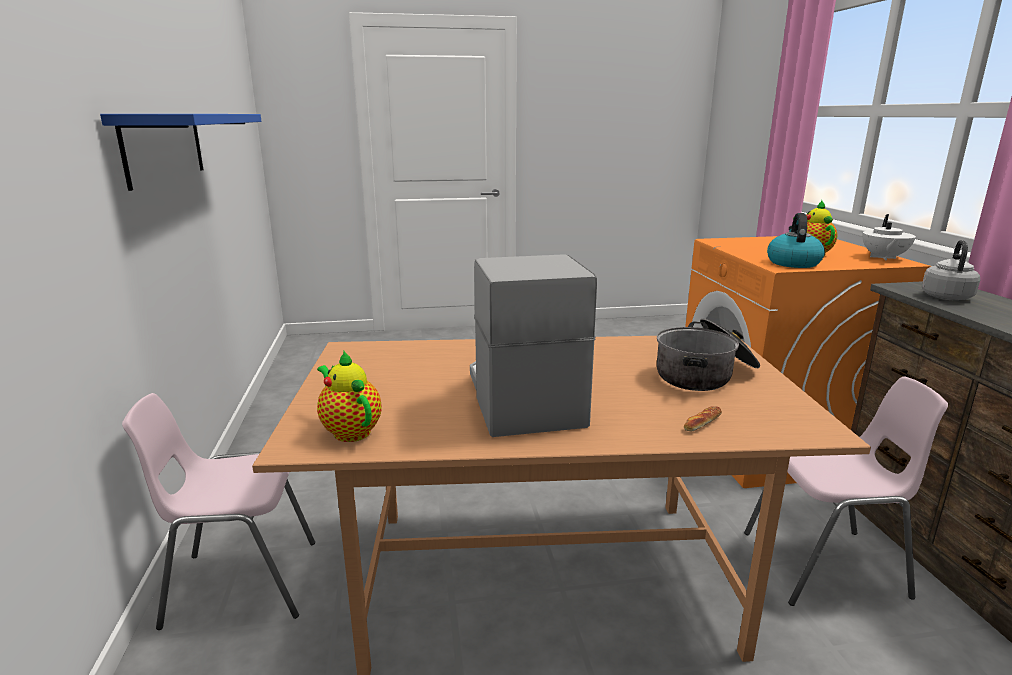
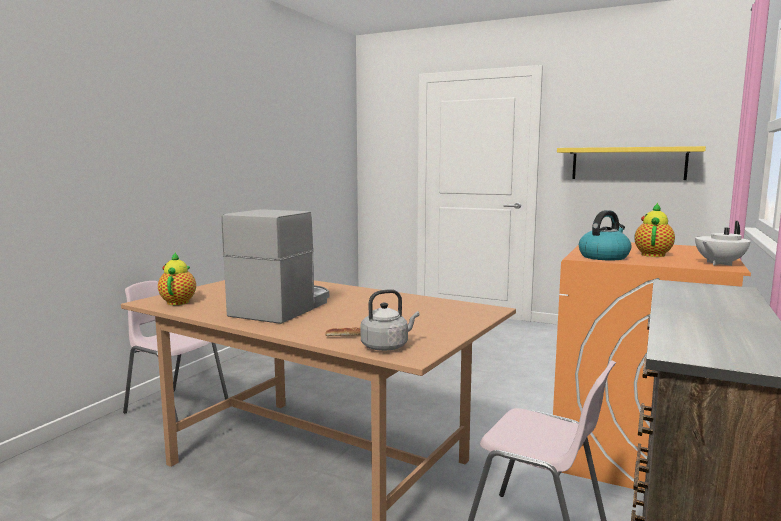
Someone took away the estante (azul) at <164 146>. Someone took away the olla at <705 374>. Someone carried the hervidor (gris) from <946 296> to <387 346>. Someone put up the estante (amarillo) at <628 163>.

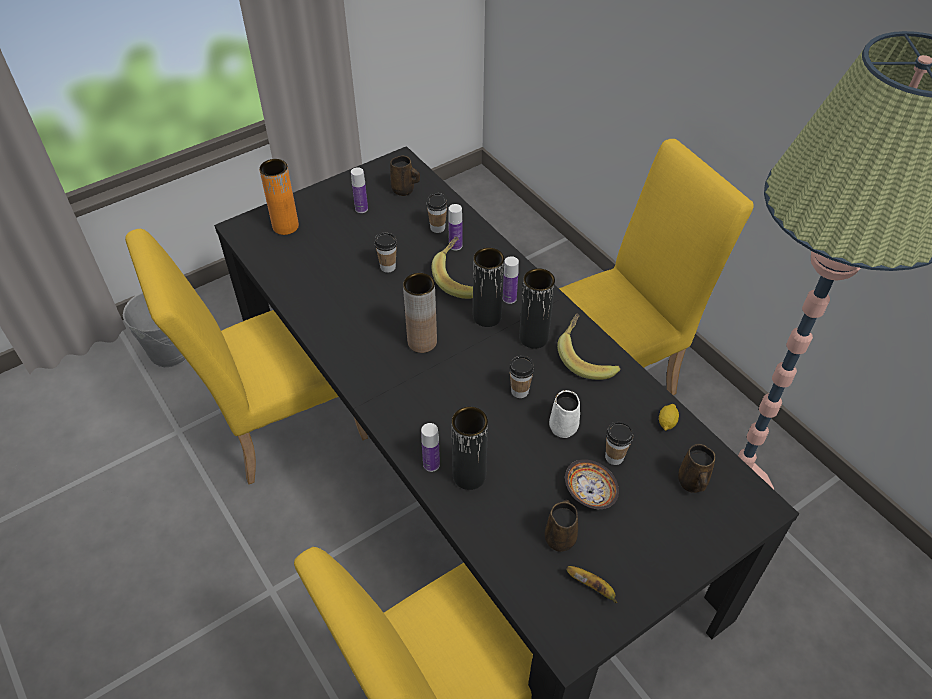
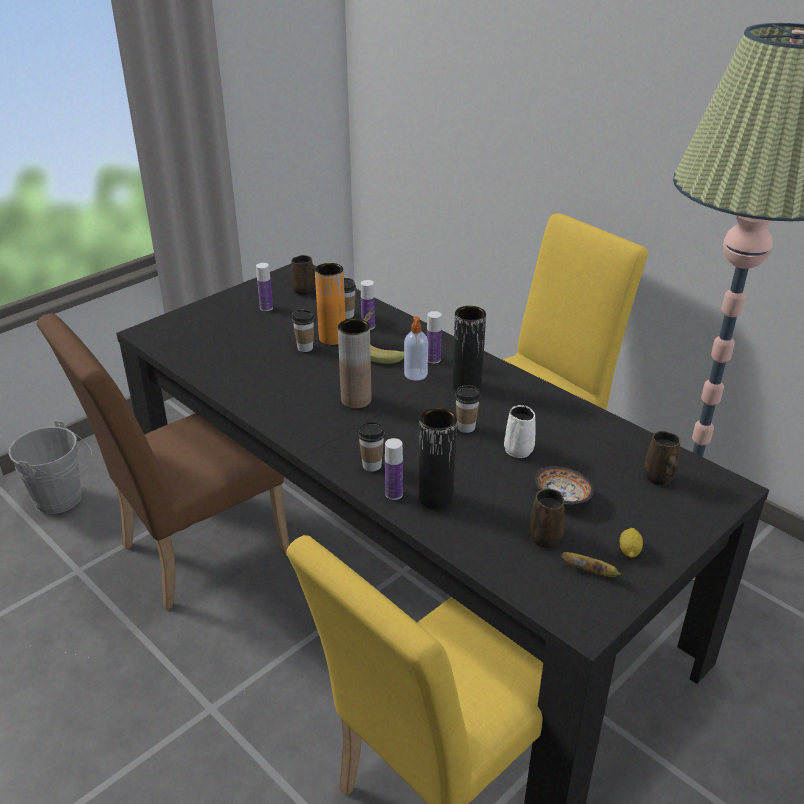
Someone repainted the silla (amarillo) at <280 427>, which became the silla (marrón) at <192 552>. Someone carried the florero (naranja) from <285 226> to <332 338>. Someone swapped the florero (negro) at <487 316> for the dispensador de jabón at <415 375>. Someone took away the plátano at <587 358>. Someone carried the taza from <614 457> to <372 465>. Someone carried the limón from <667 422> to <629 550>.

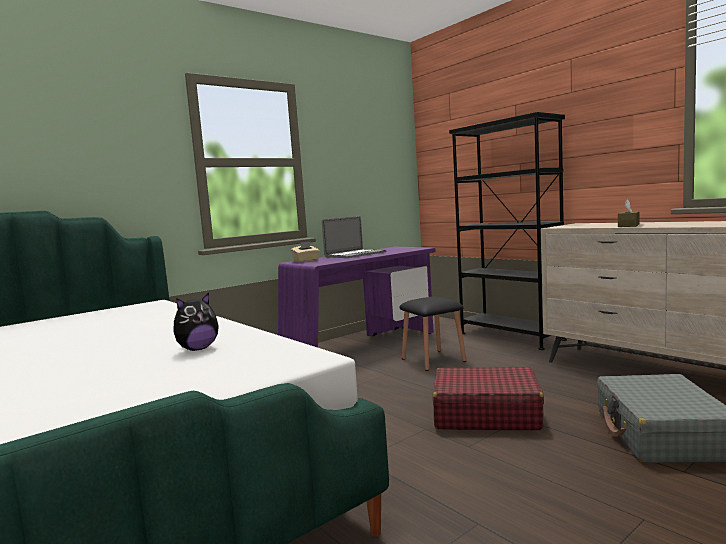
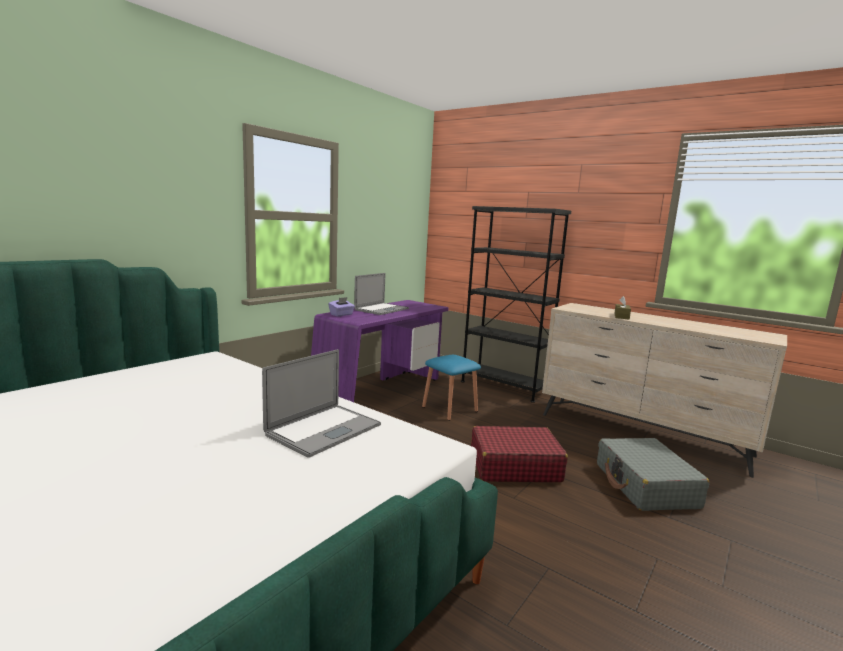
Someone swapped the peluche at <197 349> for the portátil at <324 430>. Someone repainted the caja de pañuelos (beis) at <306 261>, which became the caja de pañuelos (morado) at <341 314>. Someone repainted the taburete (negro) at <433 360>, which became the taburete (azul) at <449 409>.

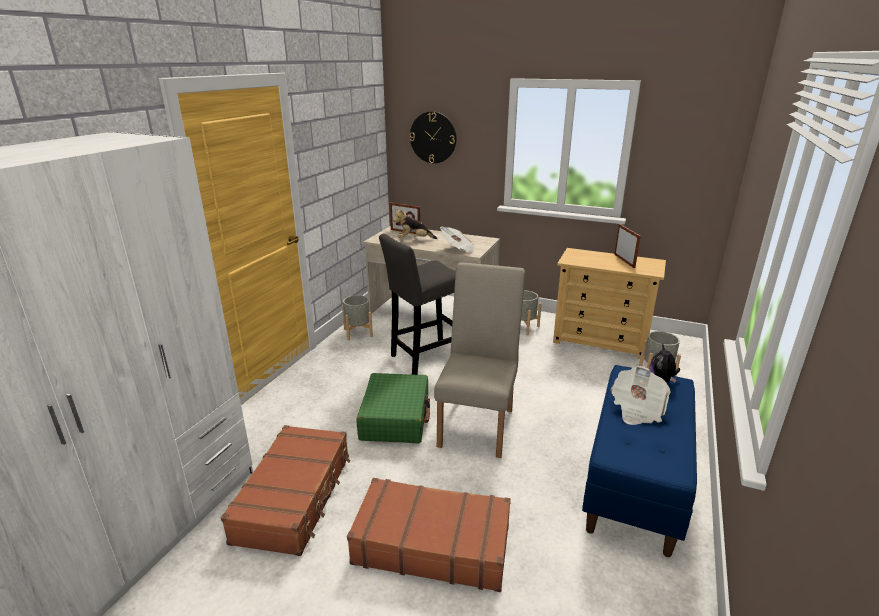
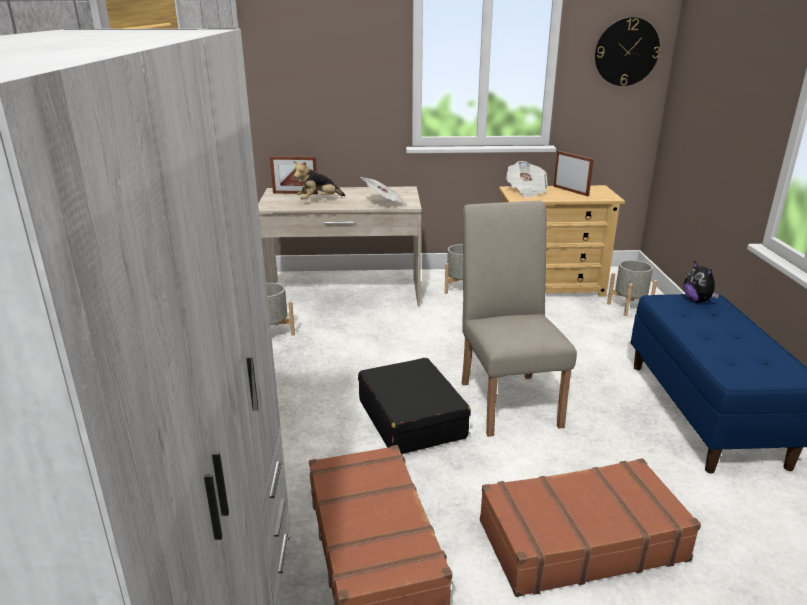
Someone repainted the maleta (verde) at <395 418>, which became the maleta (negro) at <411 418>. Someone took away the taburete (gris) at <423 358>. Someone carried the reloj de pared from <433 137> to <626 52>. Someone carried the periódico from <636 409> to <526 191>.

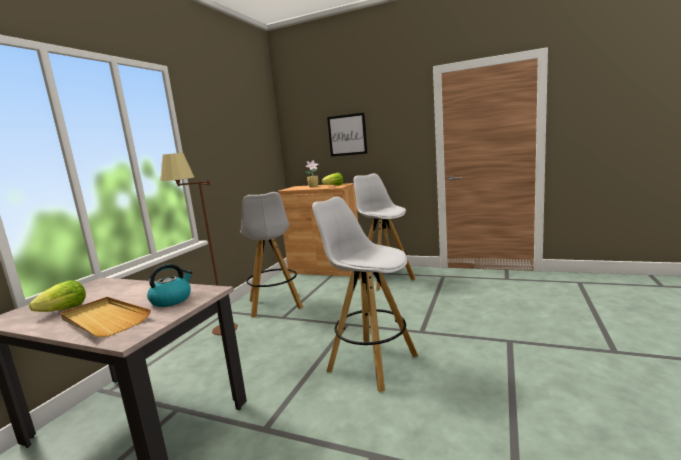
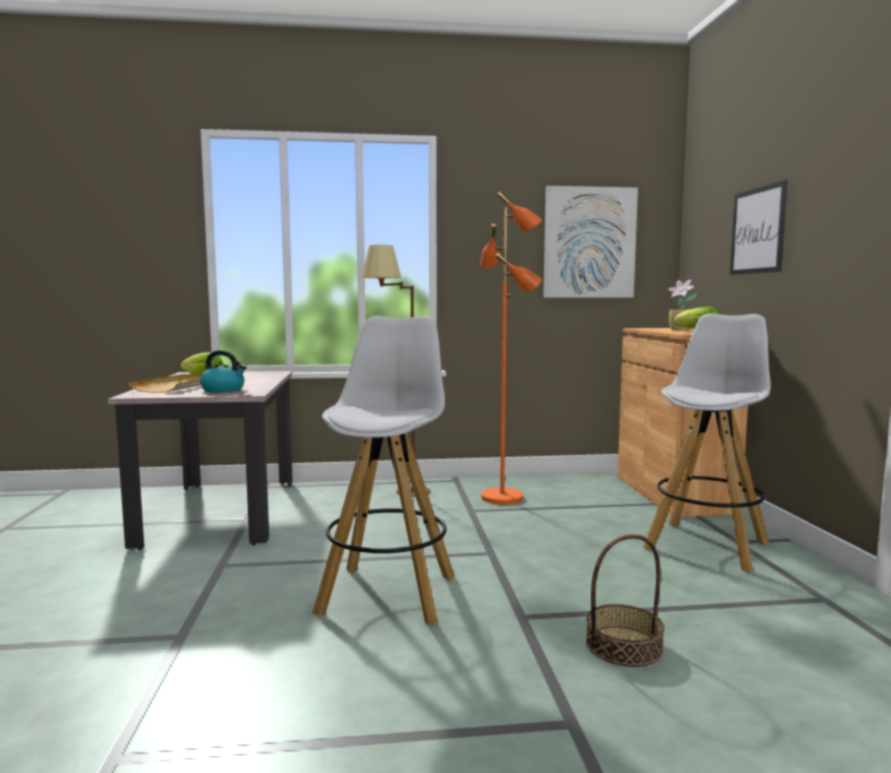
Someone swapped the taburete (blanco) at <275 305> for the lámpara de pie (naranja) at <503 497>. Someone put up the cuadro at <589 242>. Someone put down the cesta at <624 646>.

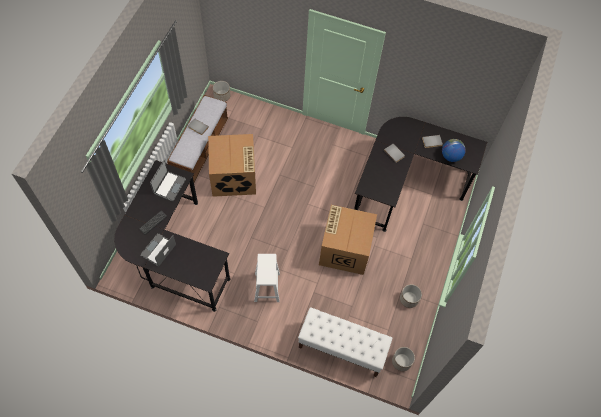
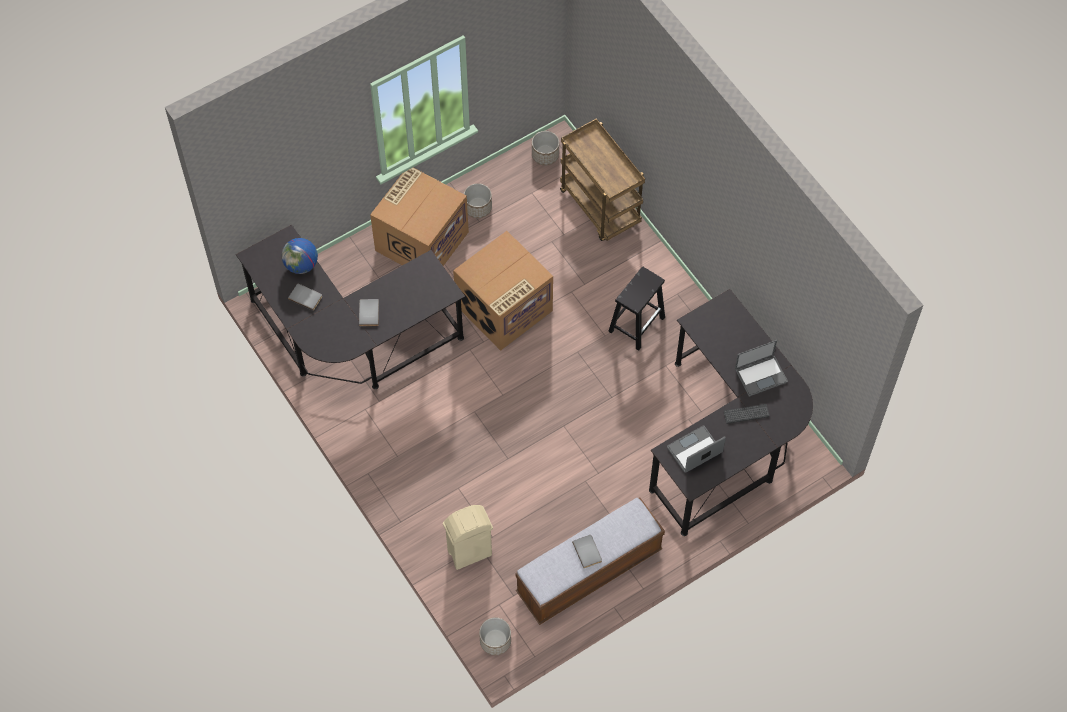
Someone carried the caja de cartón from <234 177> to <421 240>. Someone repainted the taburete (blanco) at <267 287>, which became the taburete (negro) at <637 323>. Someone swapped the banco (blanco) at <341 348> for the carrito (marrón) at <601 207>. Someone put down the papelera (beis) at <469 553>.

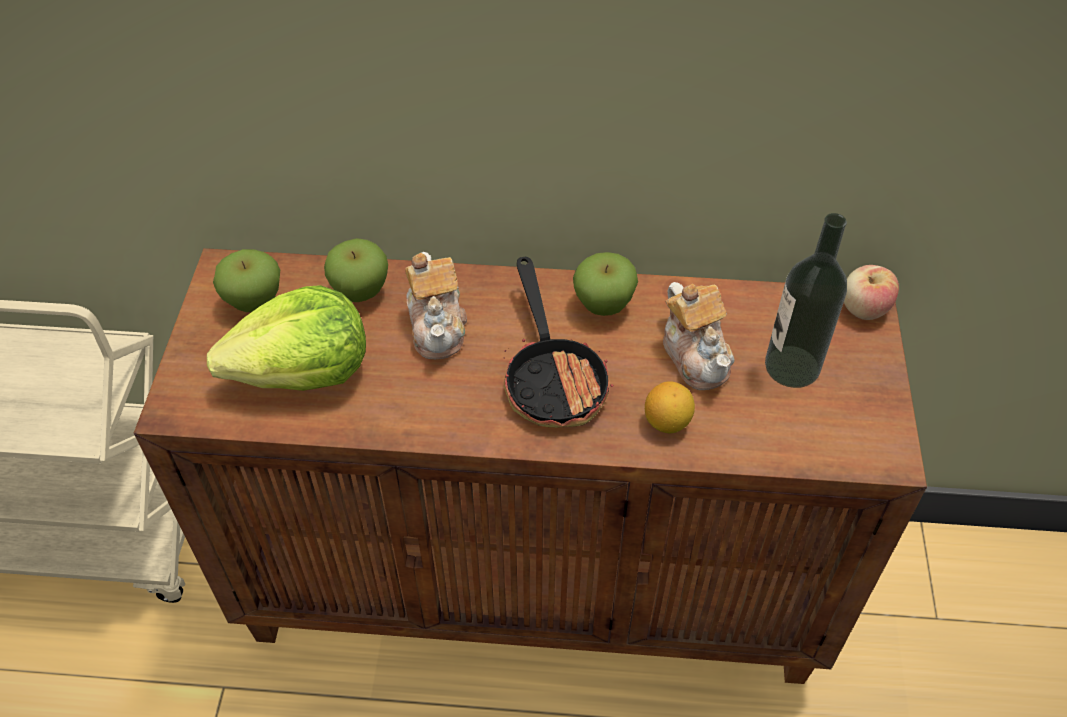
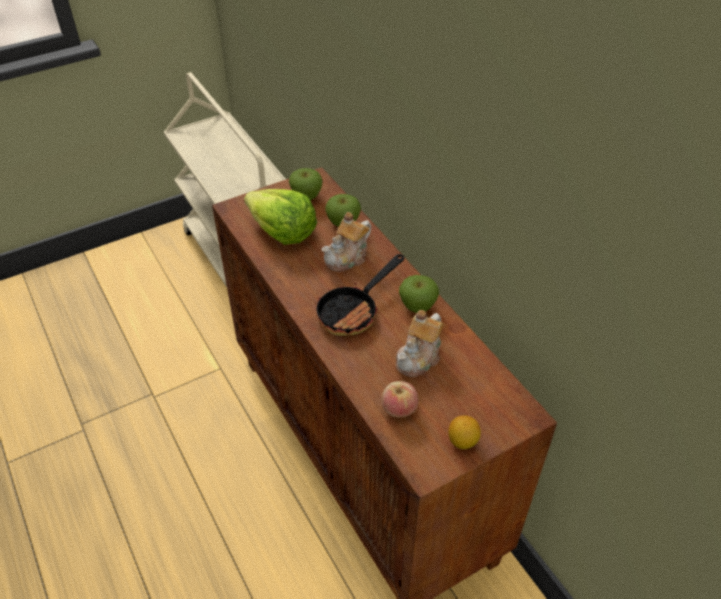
Someone carried the limón from <667 422> to <462 441>. Someone took away the botella at <792 366>. Someone carried the manzana from <863 308> to <399 409>.

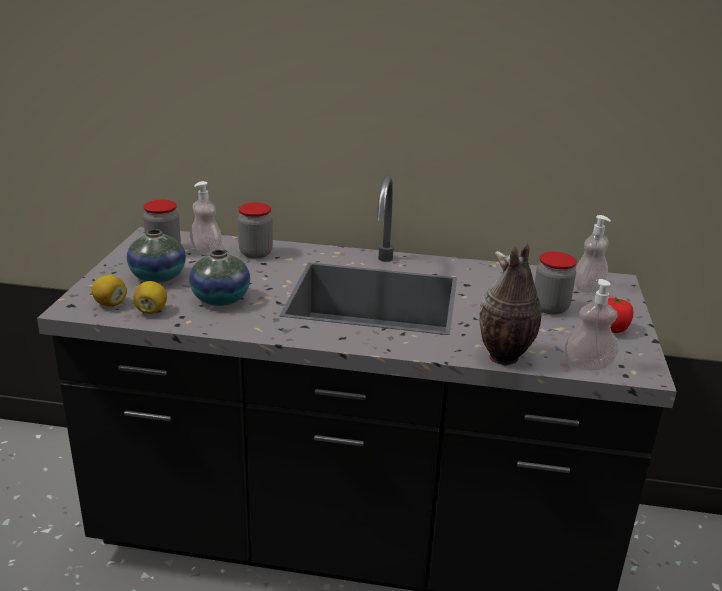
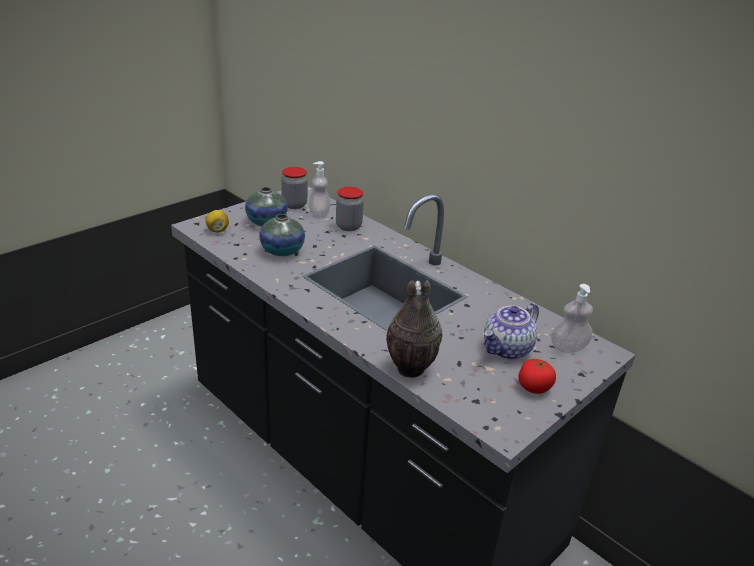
Someone took away the limón at <151 311>. Someone swapped the tarro at <550 308> for the tetera at <507 349>. Someone took away the dispensador de jabón at <588 365>.

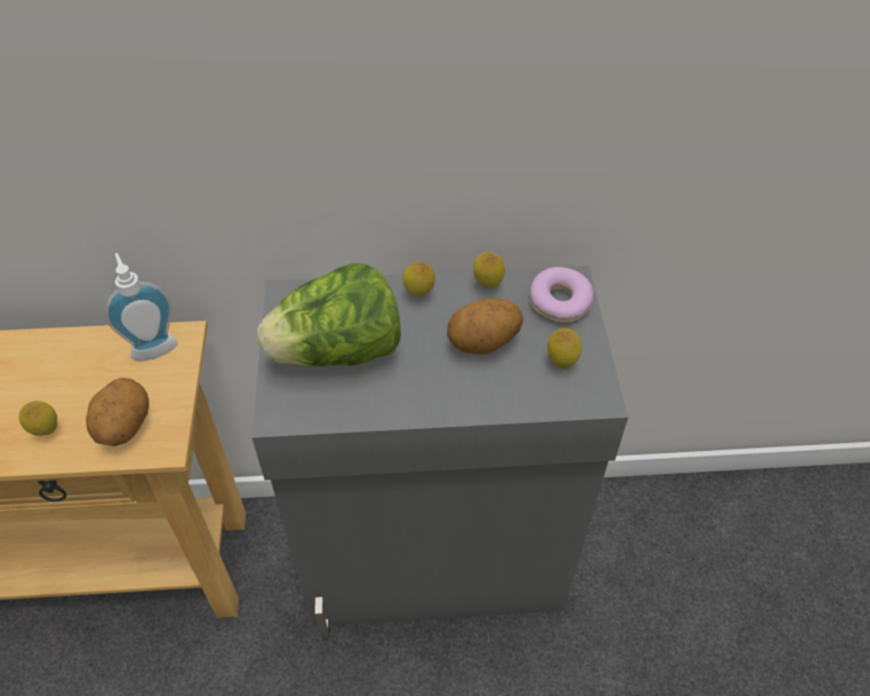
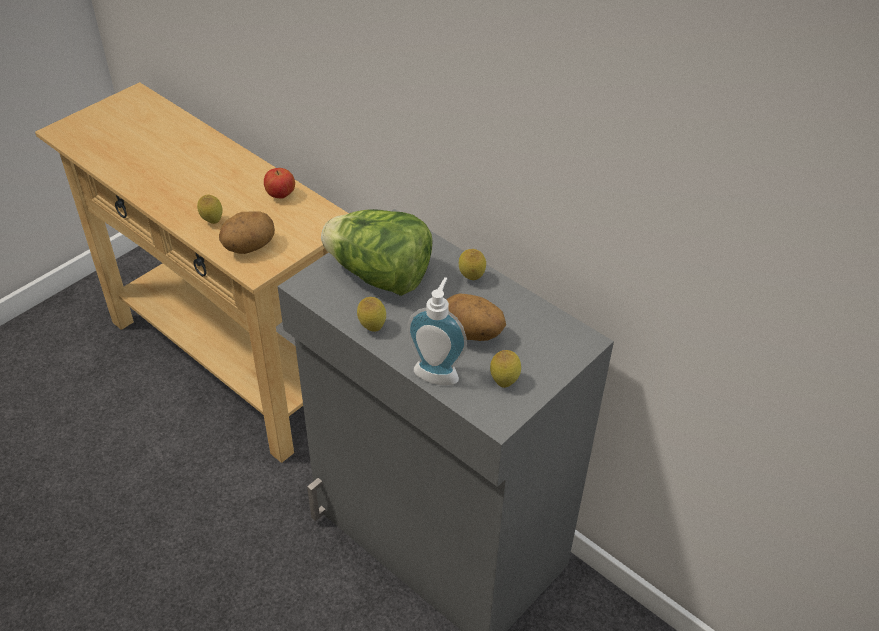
Someone carried the dispensador de jabón from <153 346> to <438 371>. Someone carried the limón from <487 285> to <372 328>. Someone took away the rosquilla at <559 302>. Someone put down the manzana at <281 195>.

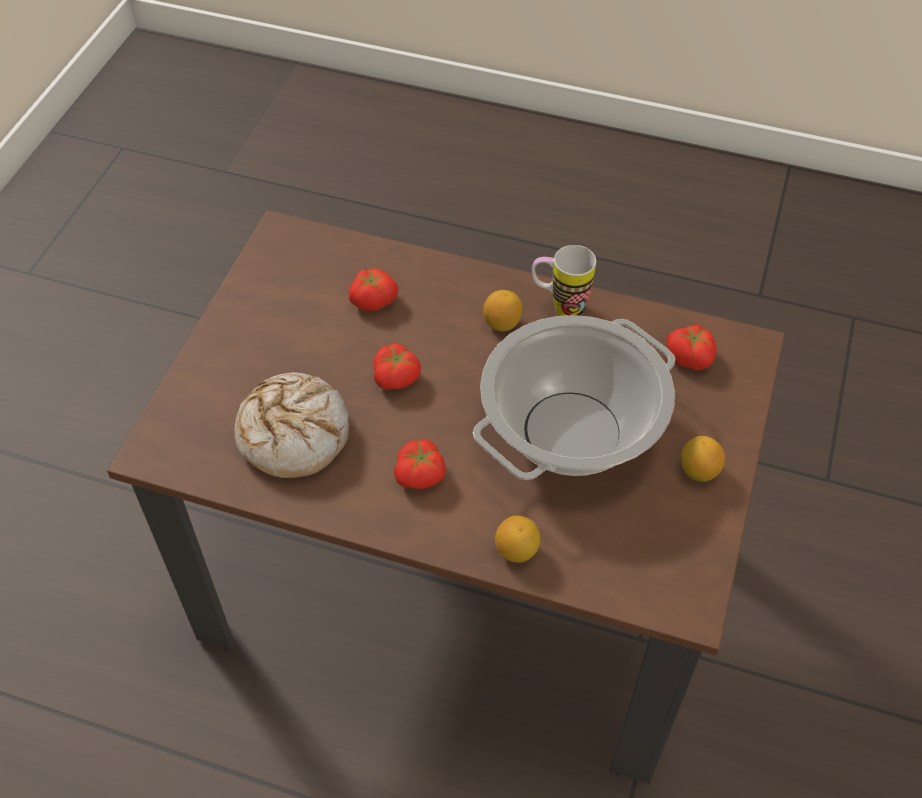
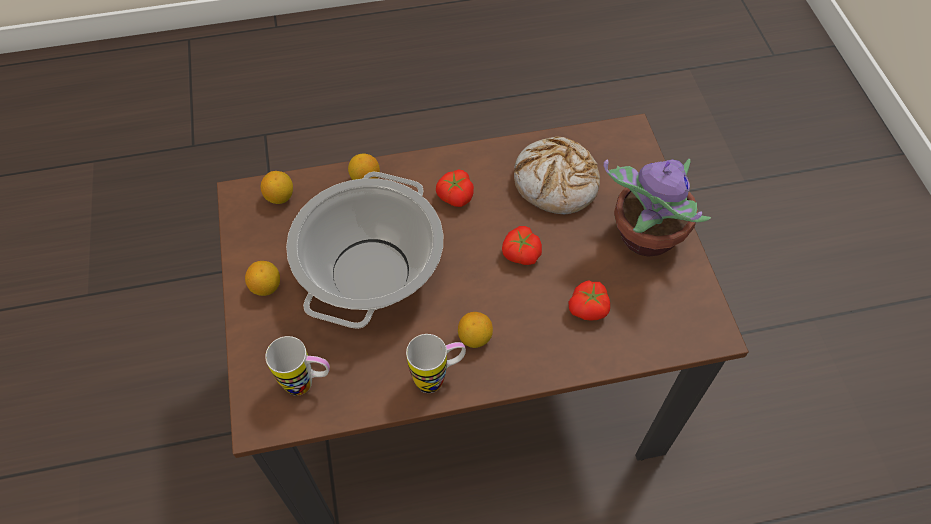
Someone swapped the tomate at <690 356> for the taza grande at <307 384>. Someone put down the limón at <280 197>. Someone put down the planta en maceta at <645 238>.

